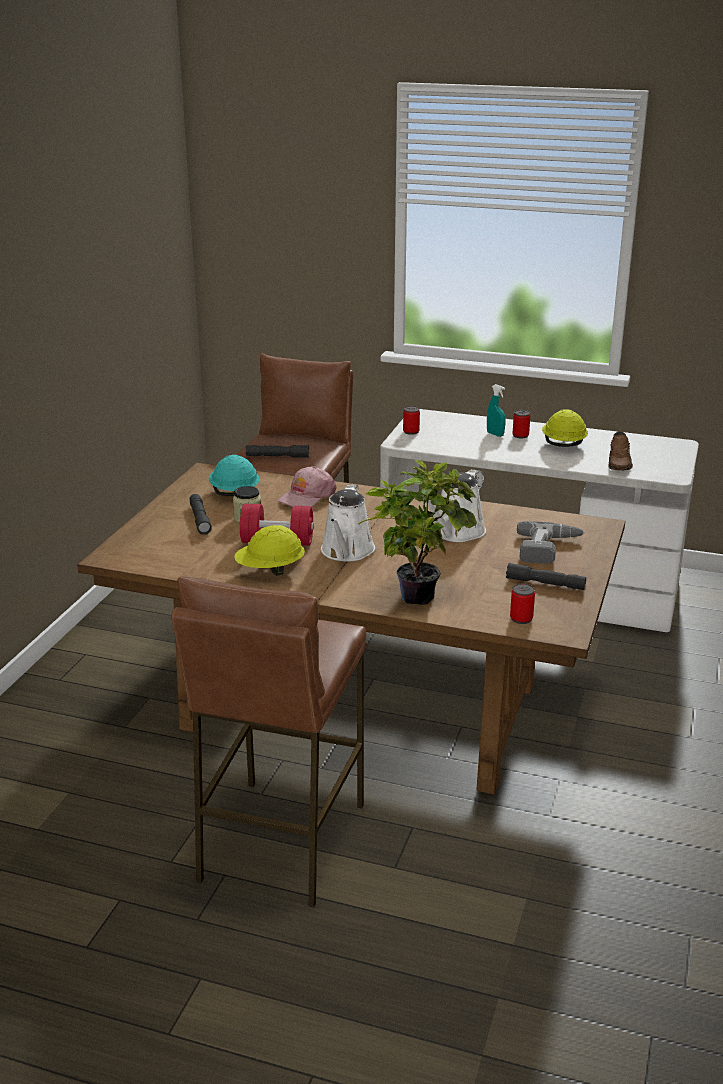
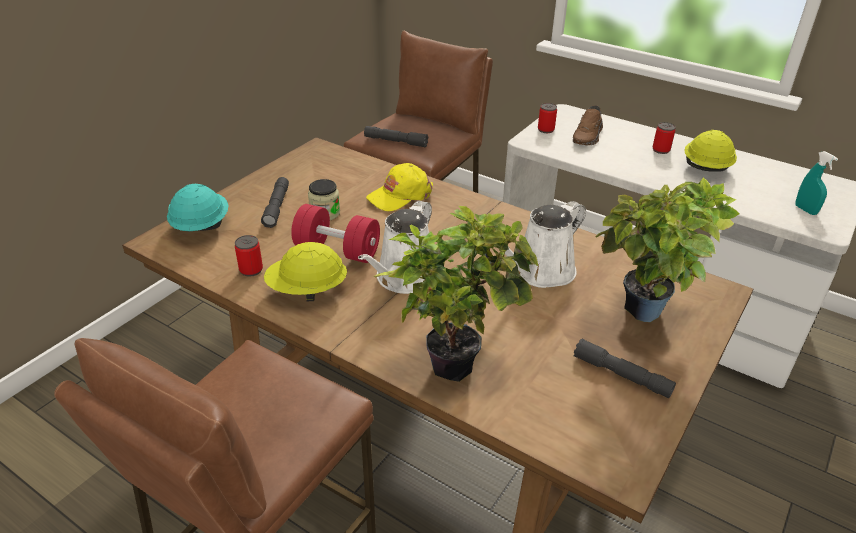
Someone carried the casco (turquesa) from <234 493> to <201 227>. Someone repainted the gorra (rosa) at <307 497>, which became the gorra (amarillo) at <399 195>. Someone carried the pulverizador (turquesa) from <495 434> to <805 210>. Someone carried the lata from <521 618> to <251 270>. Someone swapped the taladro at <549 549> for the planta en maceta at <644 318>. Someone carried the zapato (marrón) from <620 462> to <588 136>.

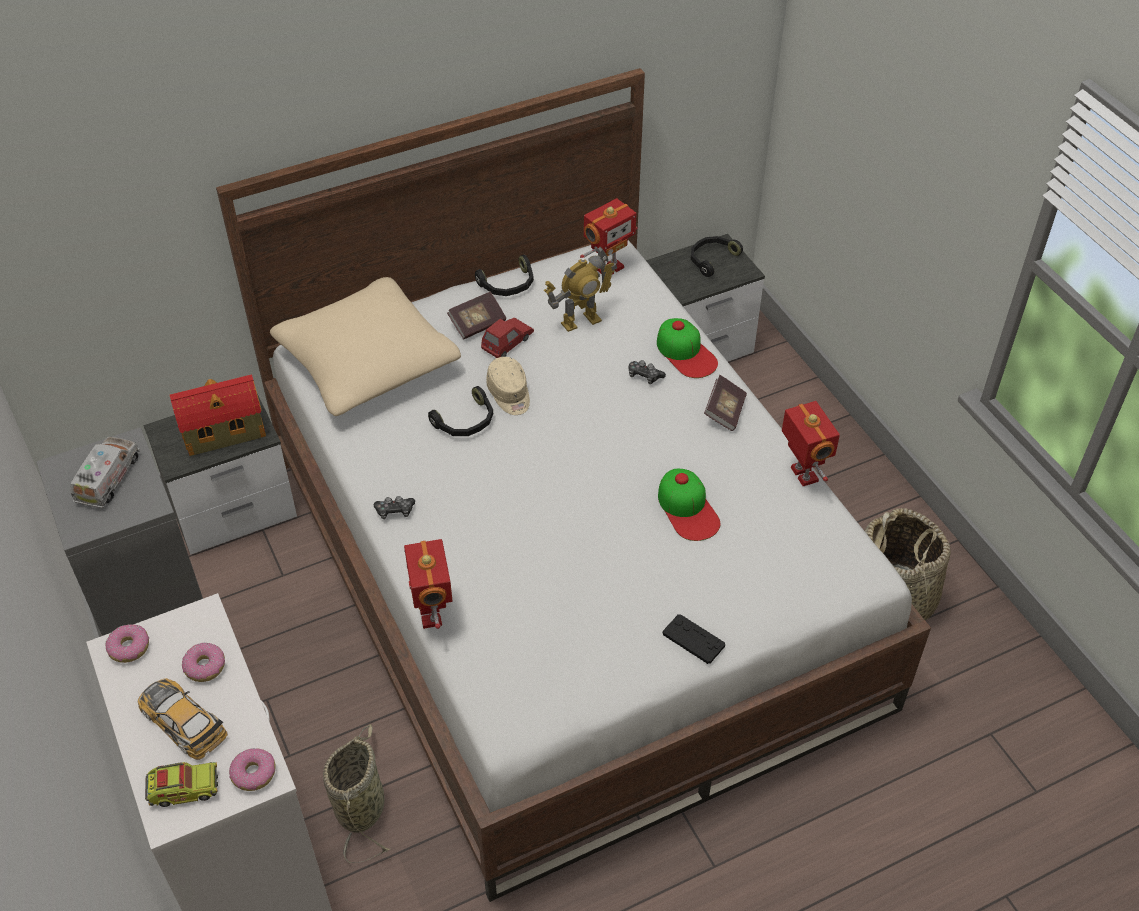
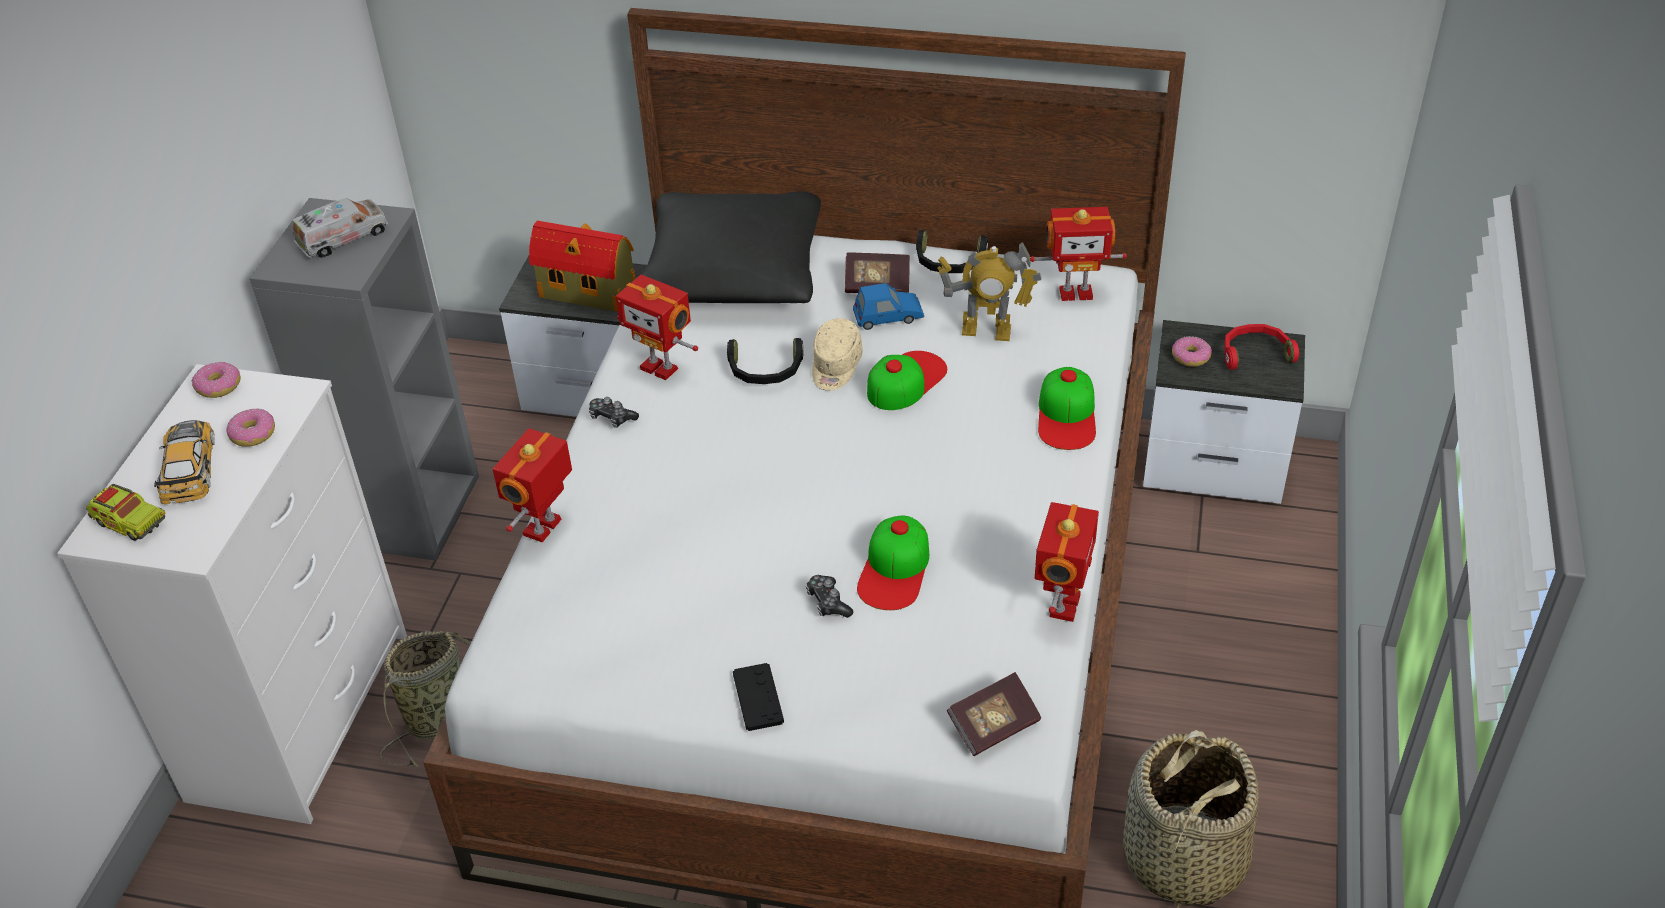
Someone carried the rosquilla from <253 774> to <1190 357>. Someone repainted the cojín (beis) at <367 362>, which became the cojín (negro) at <733 272>. Someone repainted the coche de juguete (rojo) at <507 342>, which became the coche de juguete (azul) at <888 316>. Someone carried the mando de consola from <644 376> to <828 602>. Someone repainted the auriculares (negro) at <711 259>, which became the auriculares (rojo) at <1255 353>. Someone carried the libro from <724 411> to <993 726>. Someone put down the robot de juguete at <660 367>. Someone put down the gorra at <905 380>.

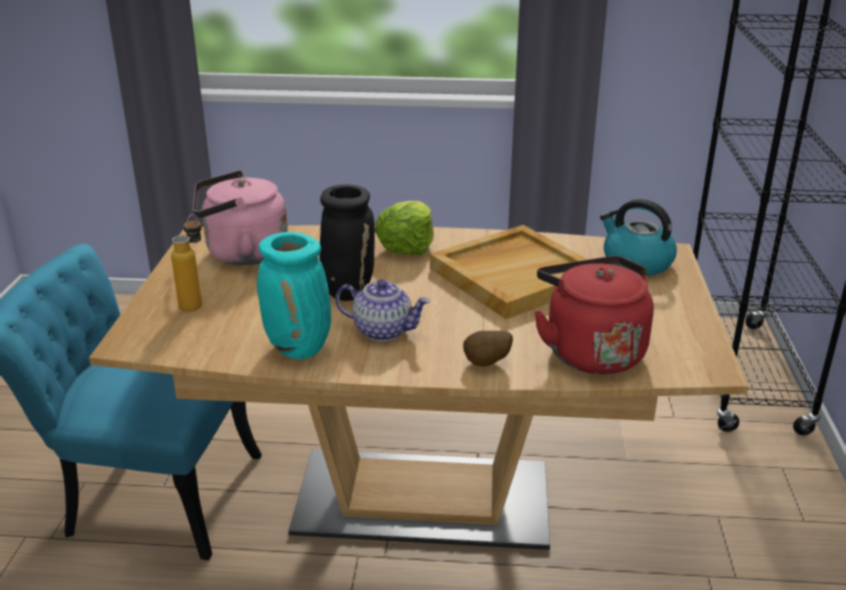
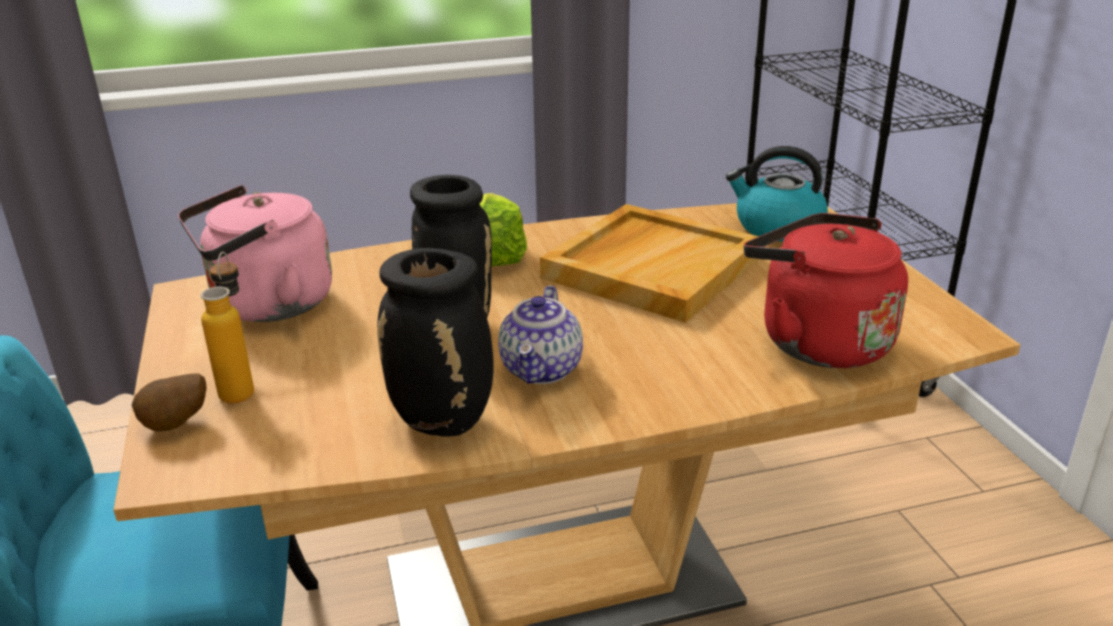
Someone repainted the florero (turquesa) at <300 349>, which became the florero (negro) at <445 421>. Someone rotated the tetera at <383 330> by 105 degrees clockwise. Someone carried the patata from <487 364> to <177 426>.

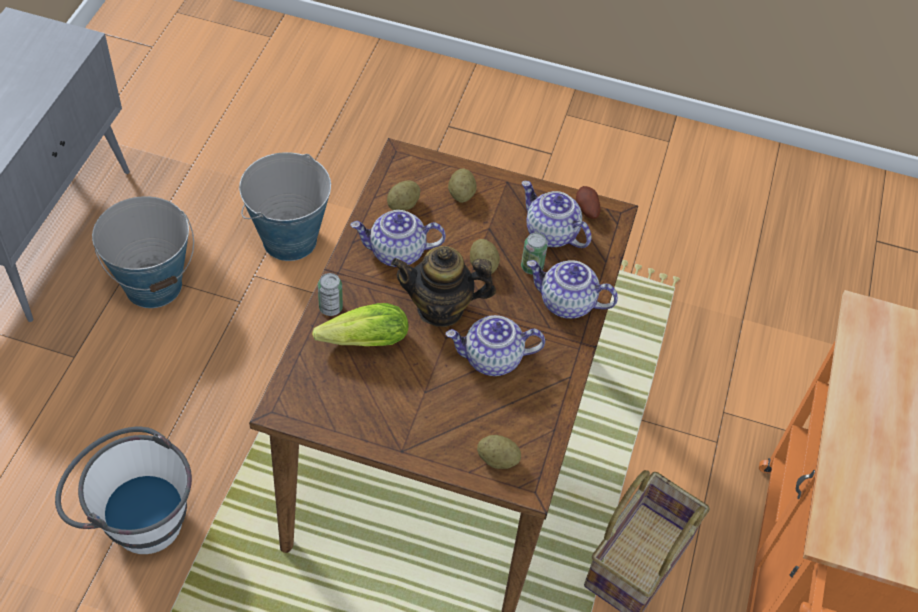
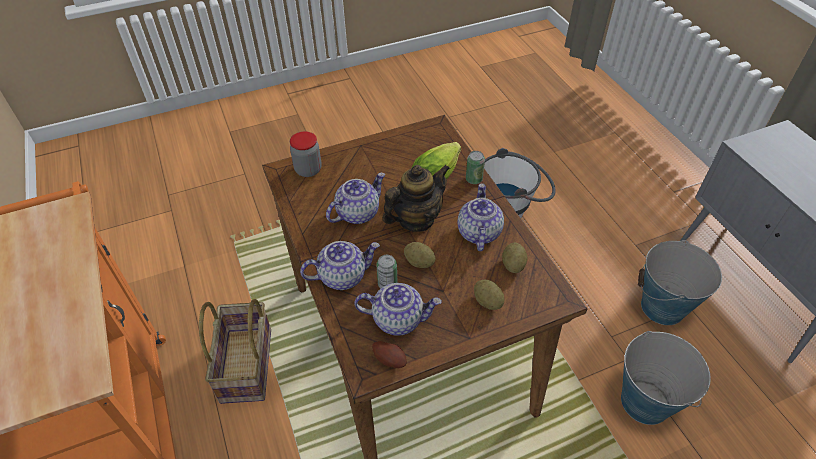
Someone rotated the tetera at <397 253> by 45 degrees counterclockwise. Someone swapped the patata at <497 459> for the tarro at <308 170>.

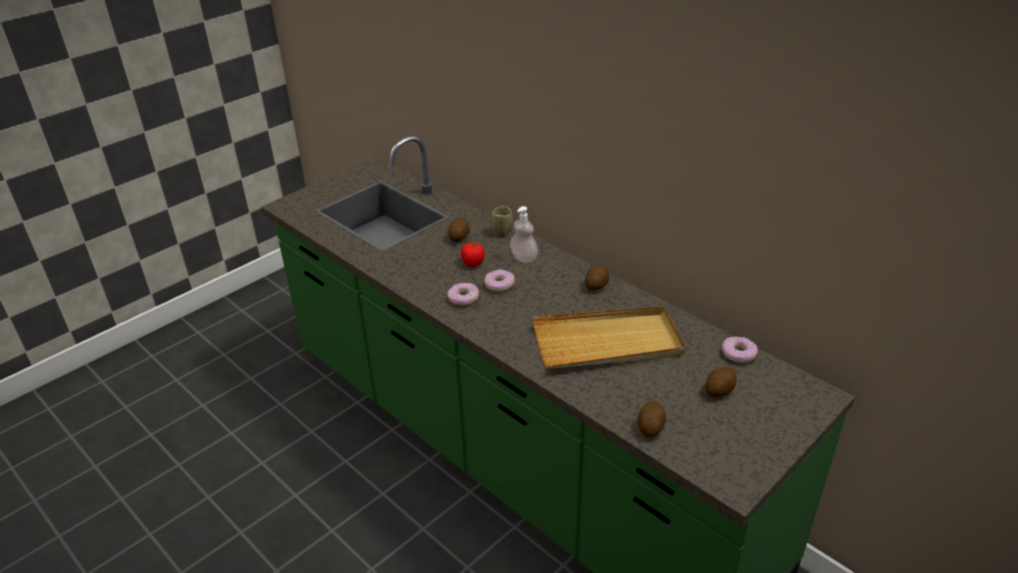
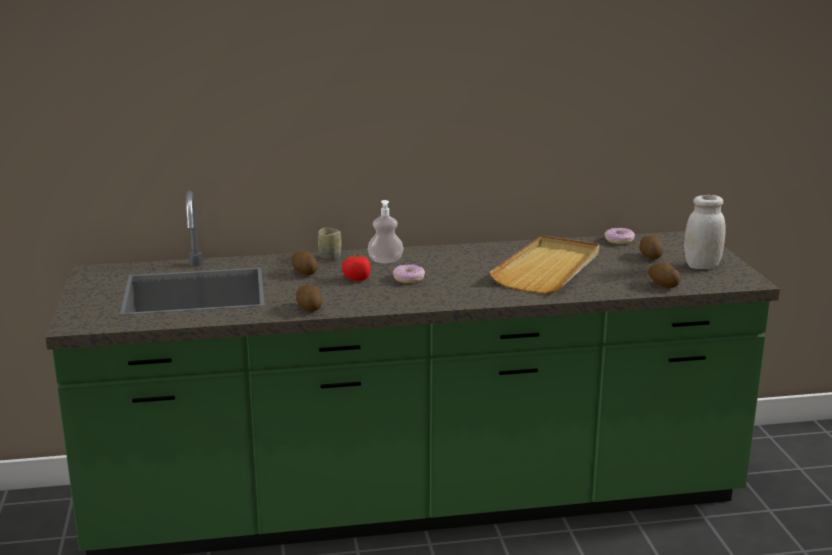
Someone took away the rosquilla at <463 298>. Someone carried the patata from <596 285> to <309 308>. Someone put down the tarro (blanco) at <702 266>.

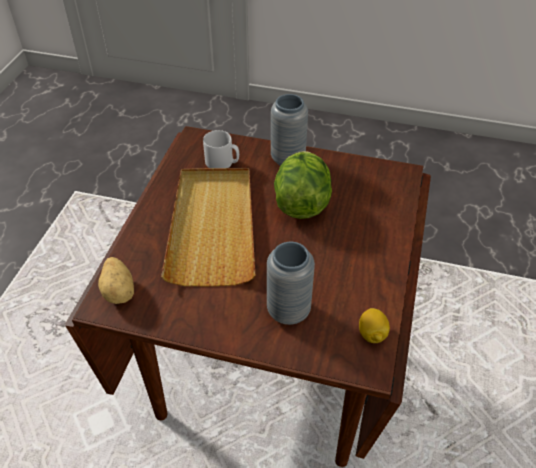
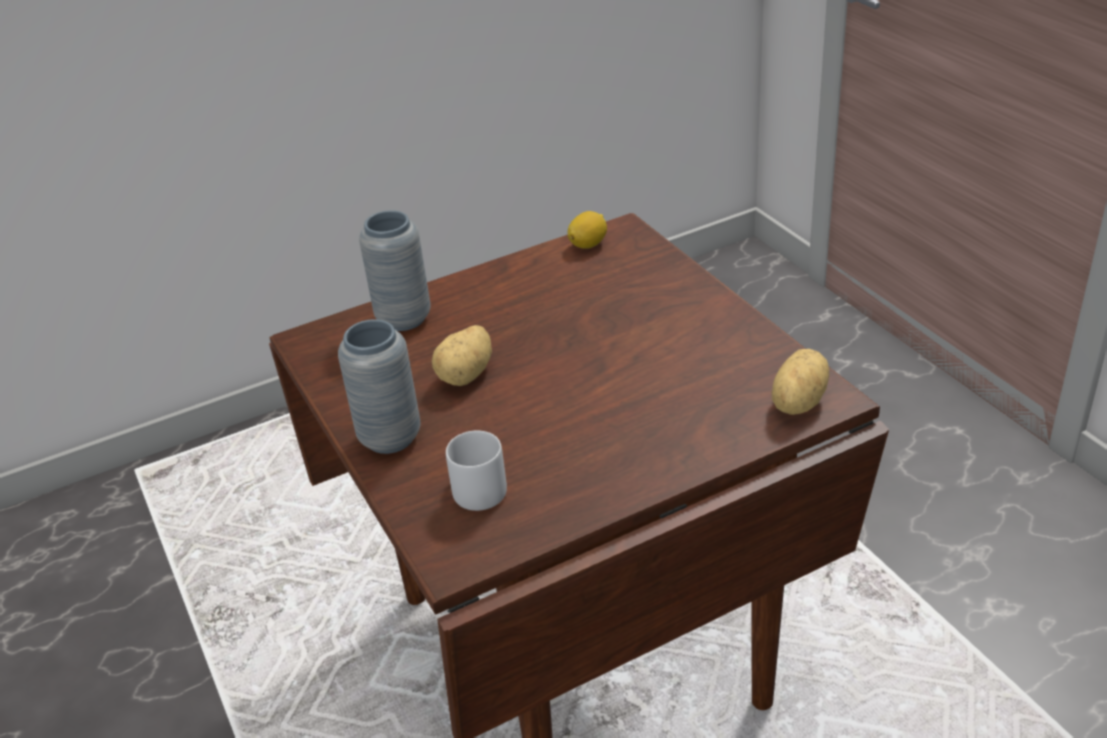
Someone took away the bandeja (beis) at <213 227>. Someone carried the florero (gris) from <288 311> to <404 319>. Someone swapped the lechuga at <301 203> for the patata at <467 375>.

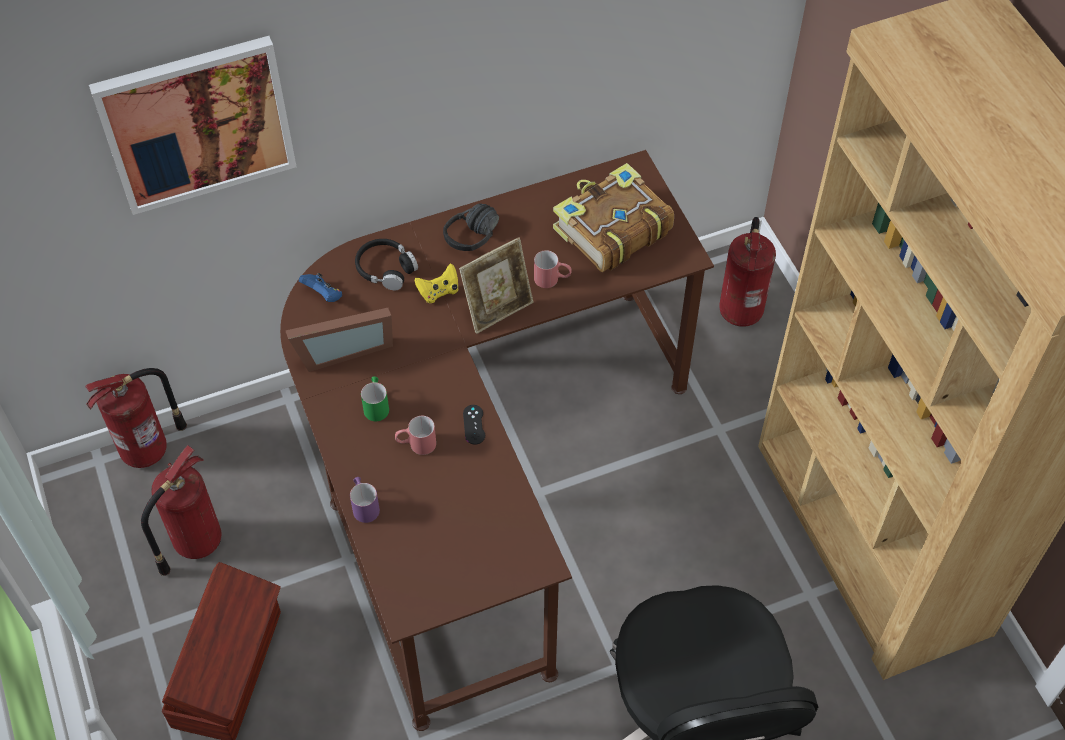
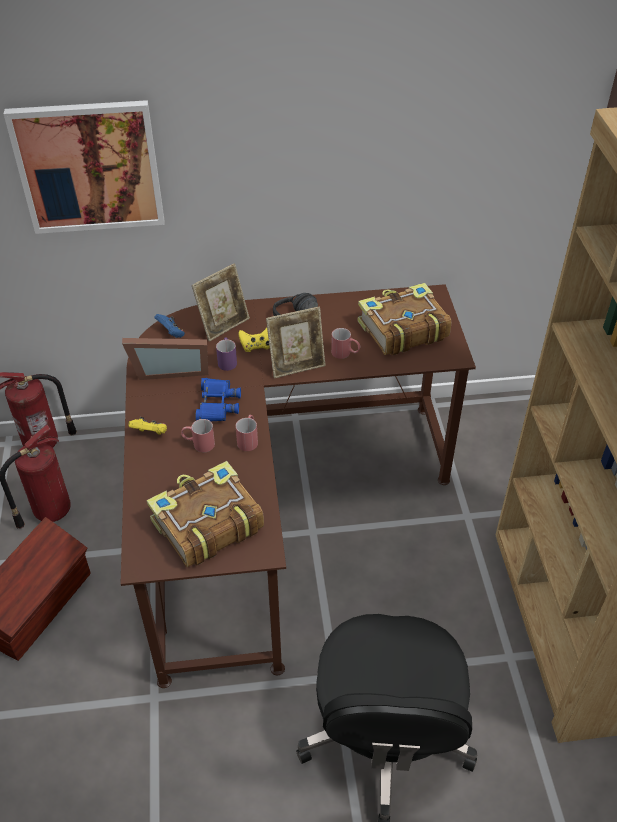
Someone carried the taza grande (morado) from <364 505> to <227 360>. Someone swapped the auriculares (negro) at <386 269> for the portarretratos at <223 325>. Someone took away the taza grande (verde) at <376 404>. Someone swapped the mando de consola (negro) at <474 424> for the taza grande (rojo) at <248 439>. Someone took away the extintor at <741 309>. Someone put down the mando de consola (amarillo) at <150 433>. Someone put down the libro at <206 524>. Someone put down the prismáticos (azul) at <217 404>.

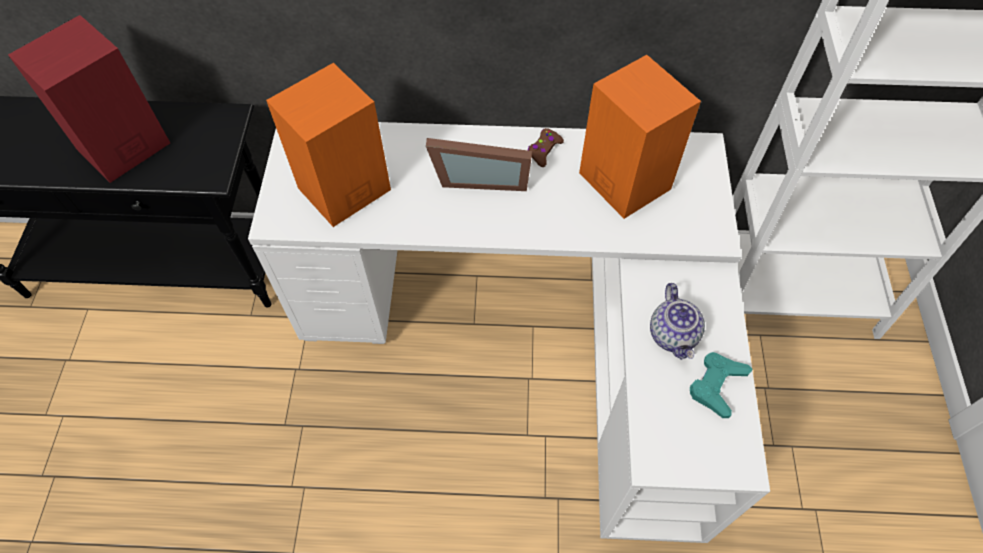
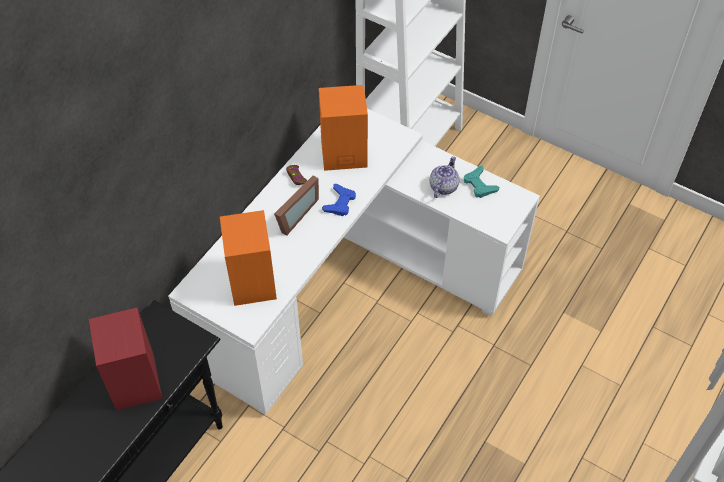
Someone rotated the tetera at <673 335> by 90 degrees counterclockwise. Someone put down the mando de consola (azul) at <340 203>.

